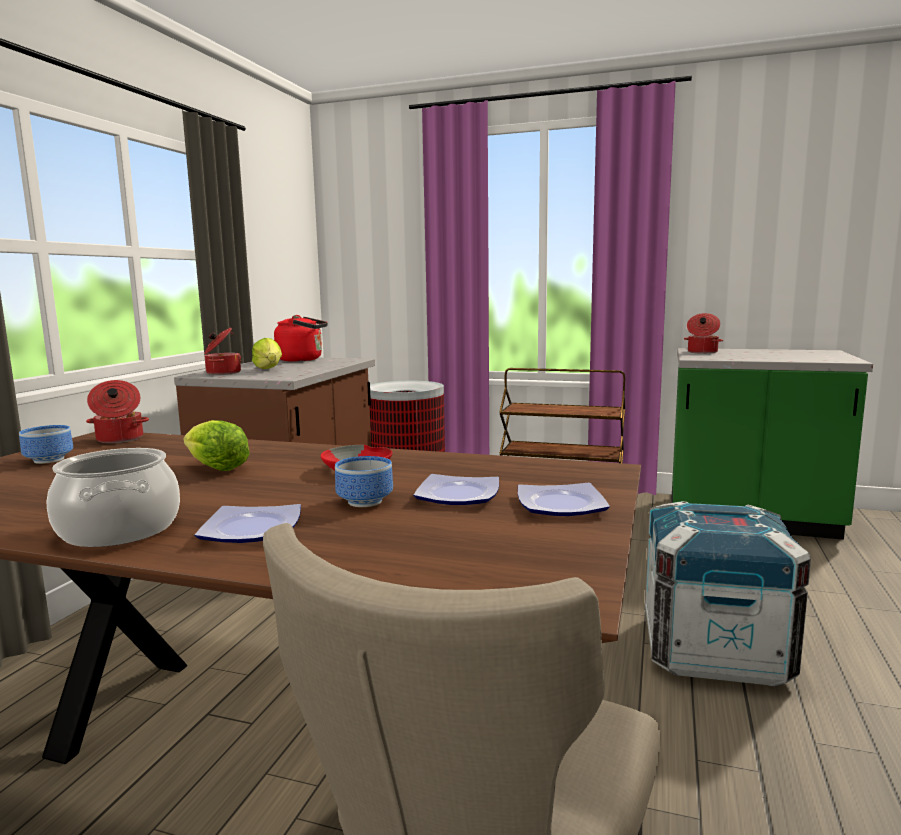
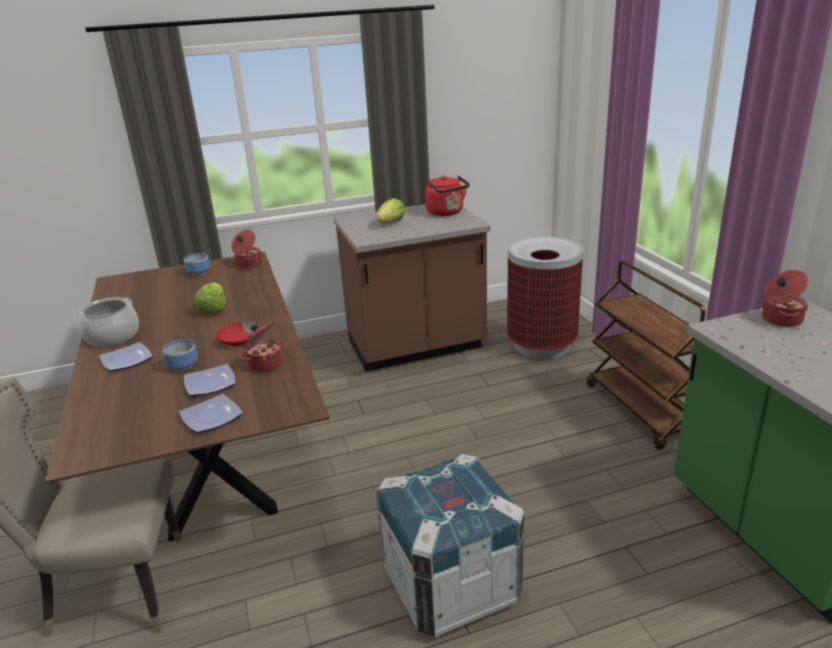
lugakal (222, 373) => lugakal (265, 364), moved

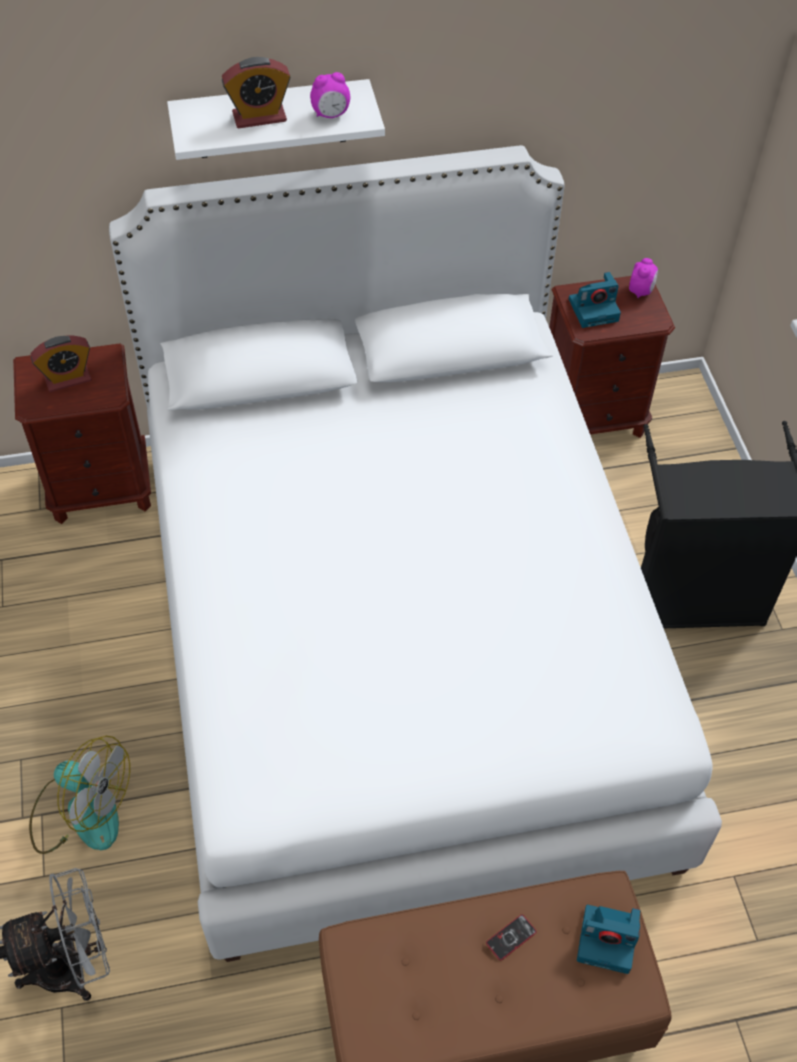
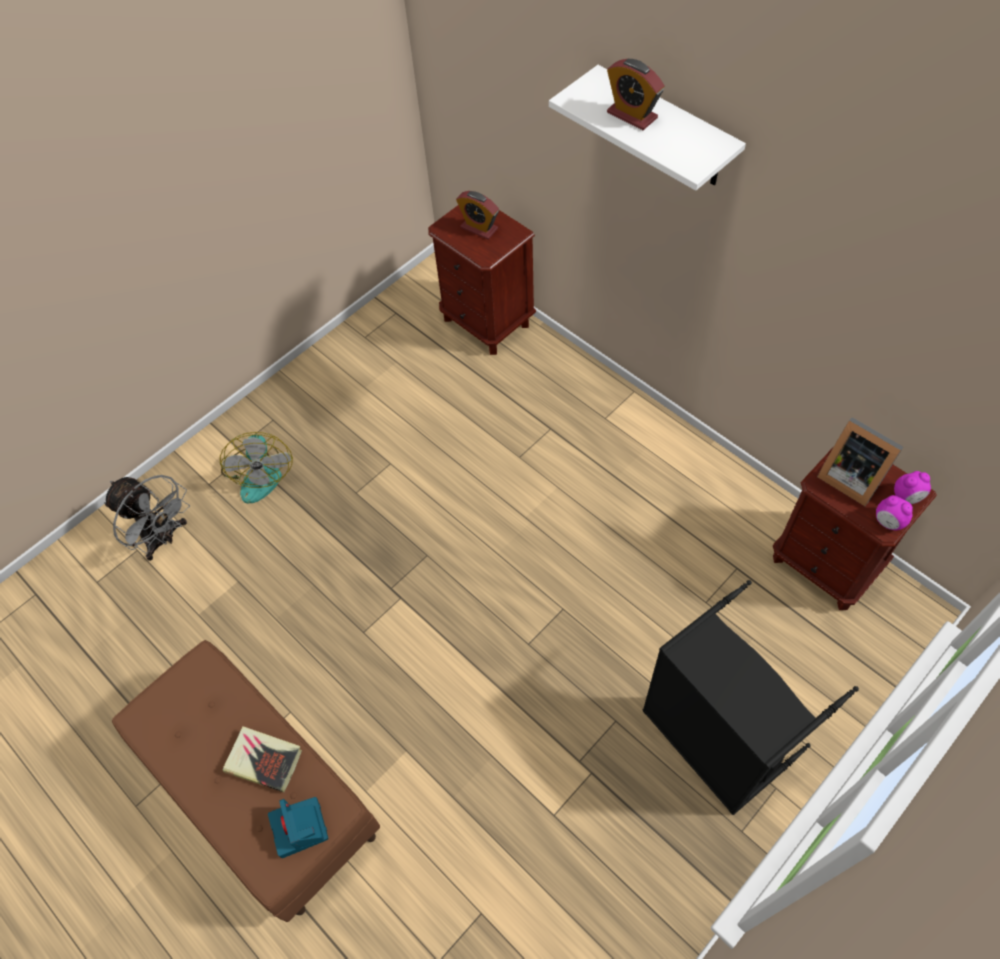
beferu (511, 937) => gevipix (264, 760)
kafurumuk (594, 309) => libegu (849, 476)
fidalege (331, 115) => fidalege (888, 522), moved
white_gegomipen (395, 640) => nothing

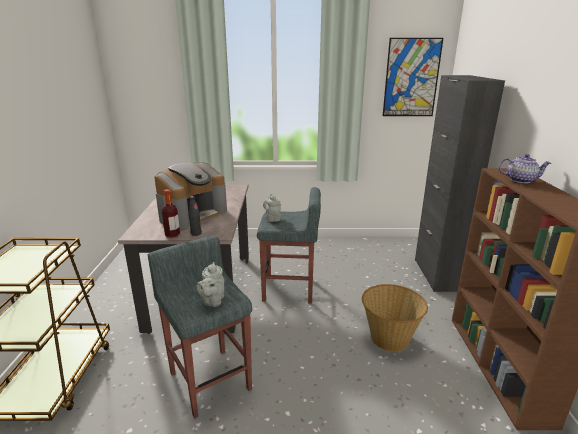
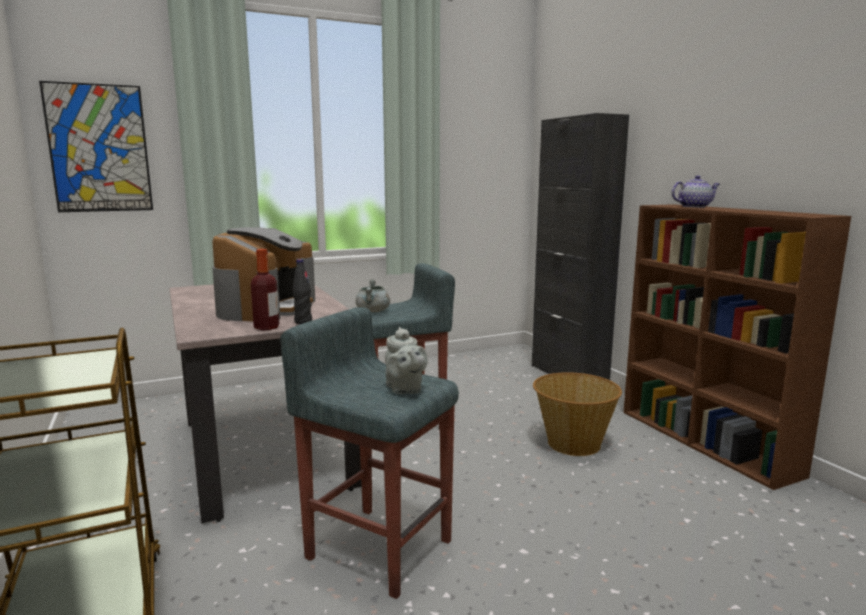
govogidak (411, 78) => govogidak (99, 148), moved
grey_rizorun (272, 218) => grey_lugakal (373, 311)

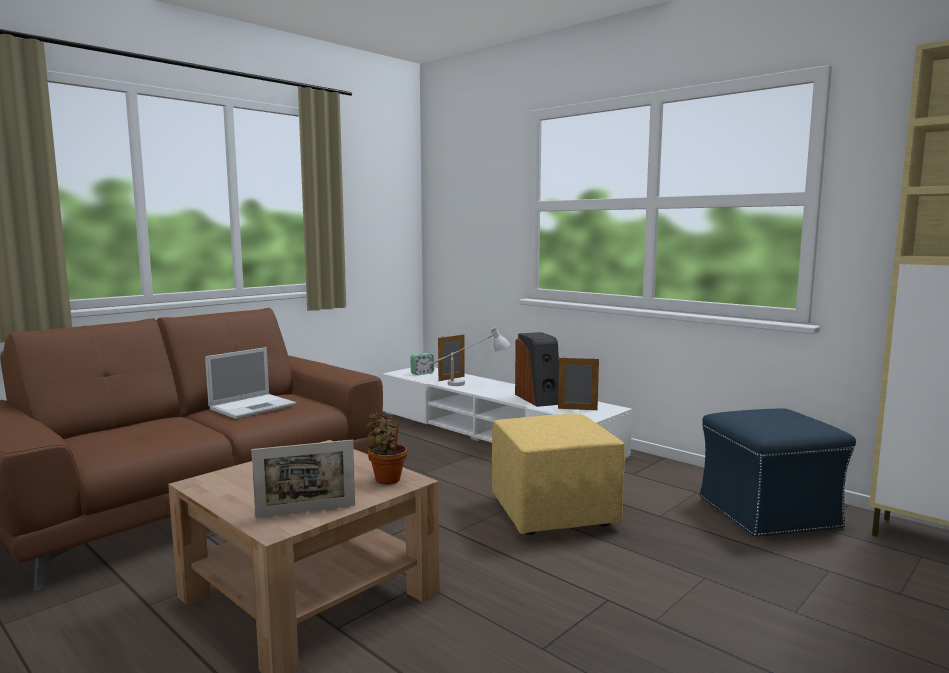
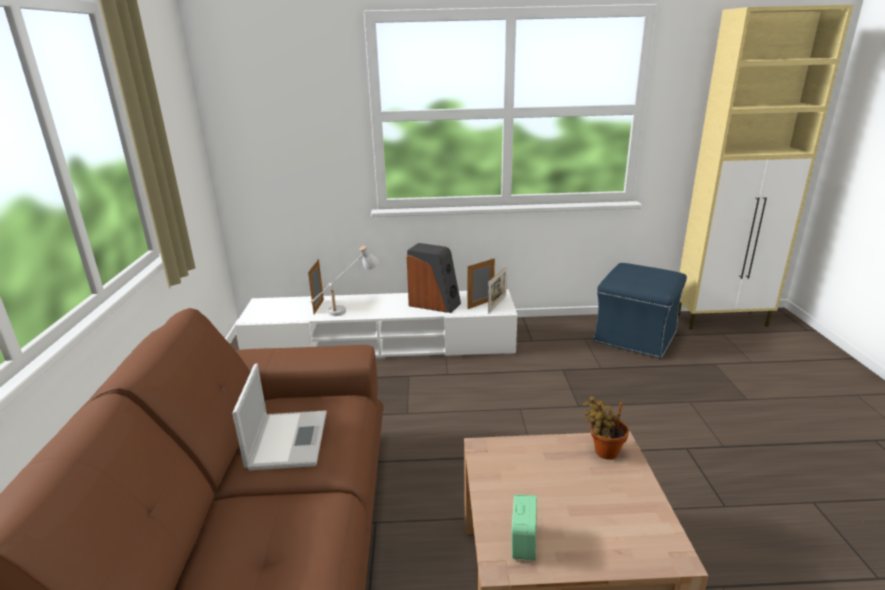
libegu (306, 511) => libegu (497, 304), moved
fidalege (422, 373) => fidalege (523, 543), moved
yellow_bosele (555, 514) => nothing

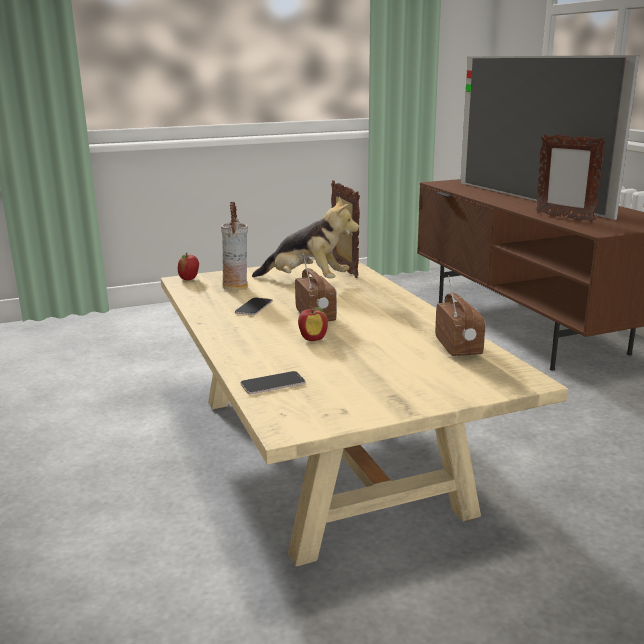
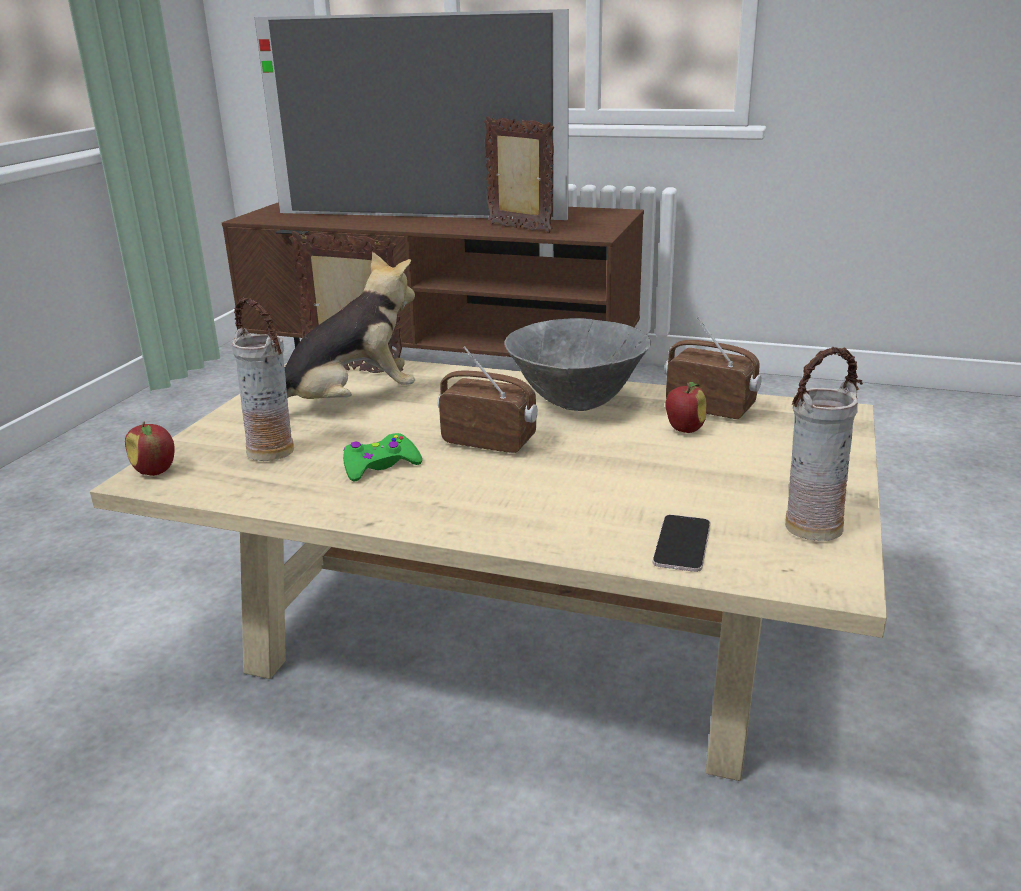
beferu (254, 307) => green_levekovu (380, 466)
libegu (563, 217) => libegu (519, 228), 135 degrees counterclockwise
nothing => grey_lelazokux (577, 403)
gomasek (313, 339) => gomasek (684, 430), moved
nothing => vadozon (811, 527)

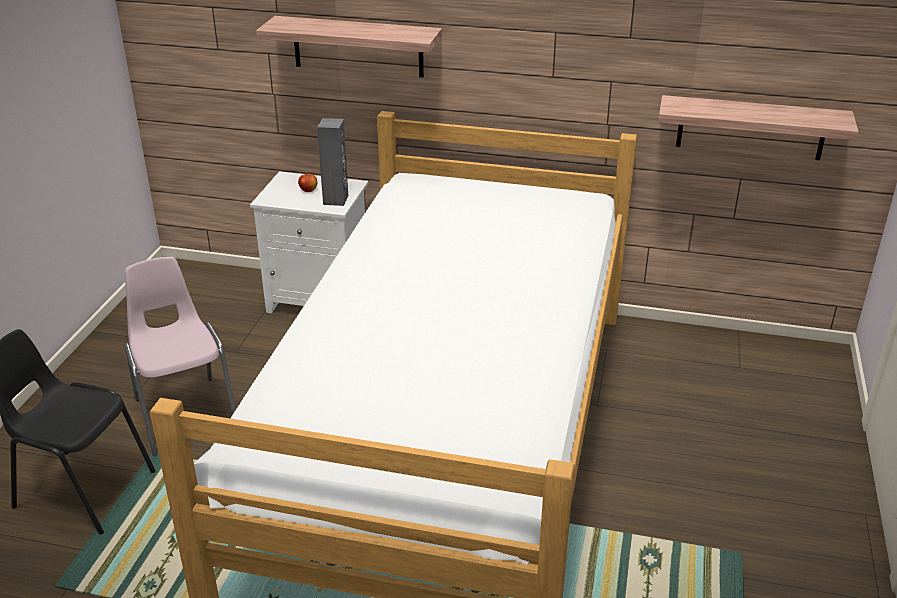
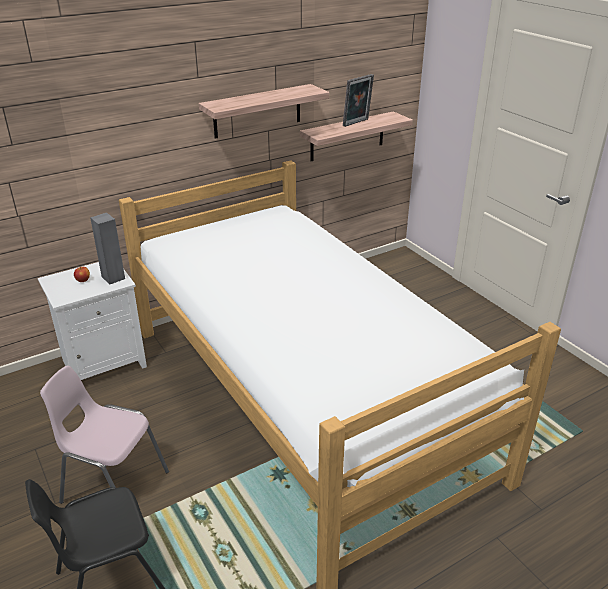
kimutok (358, 46) => kimutok (257, 111), moved
nothing => libegu (357, 123)

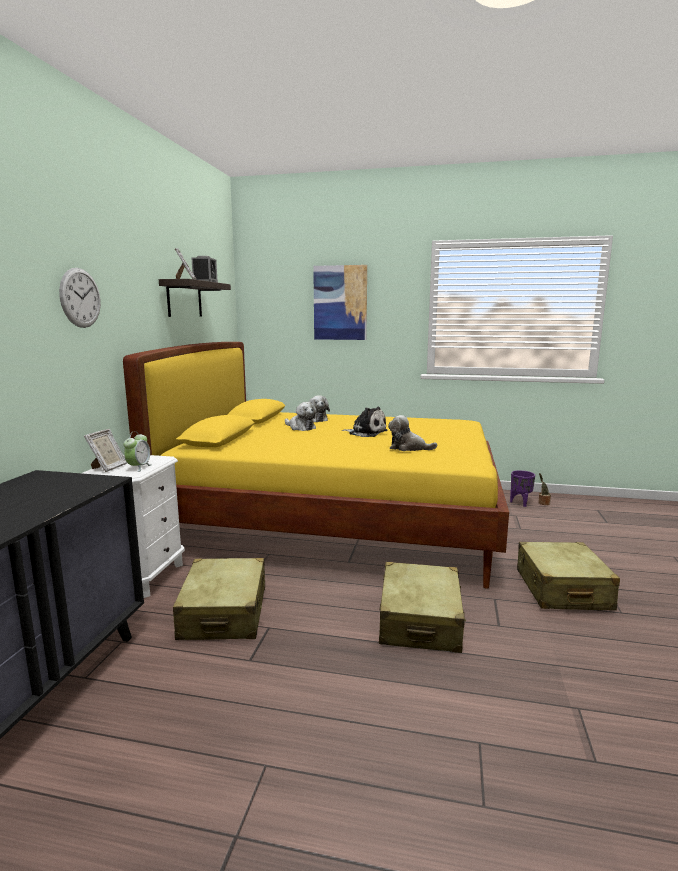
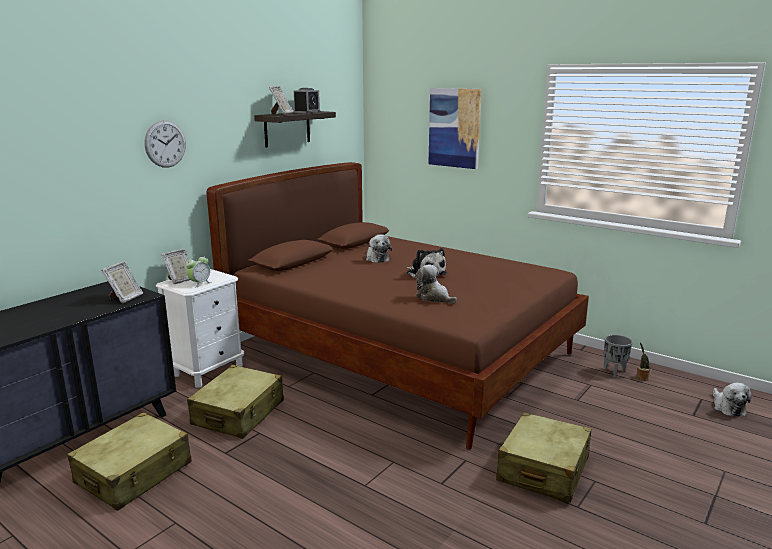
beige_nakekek (420, 621) => beige_nakekek (134, 473), moved
nothing => libegu (125, 298)
yellow_gegomipen (336, 520) => brown_gegomipen (400, 353)
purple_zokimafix (520, 503) => grey_zokimafix (614, 372)
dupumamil (315, 419) => dupumamil (727, 407), moved

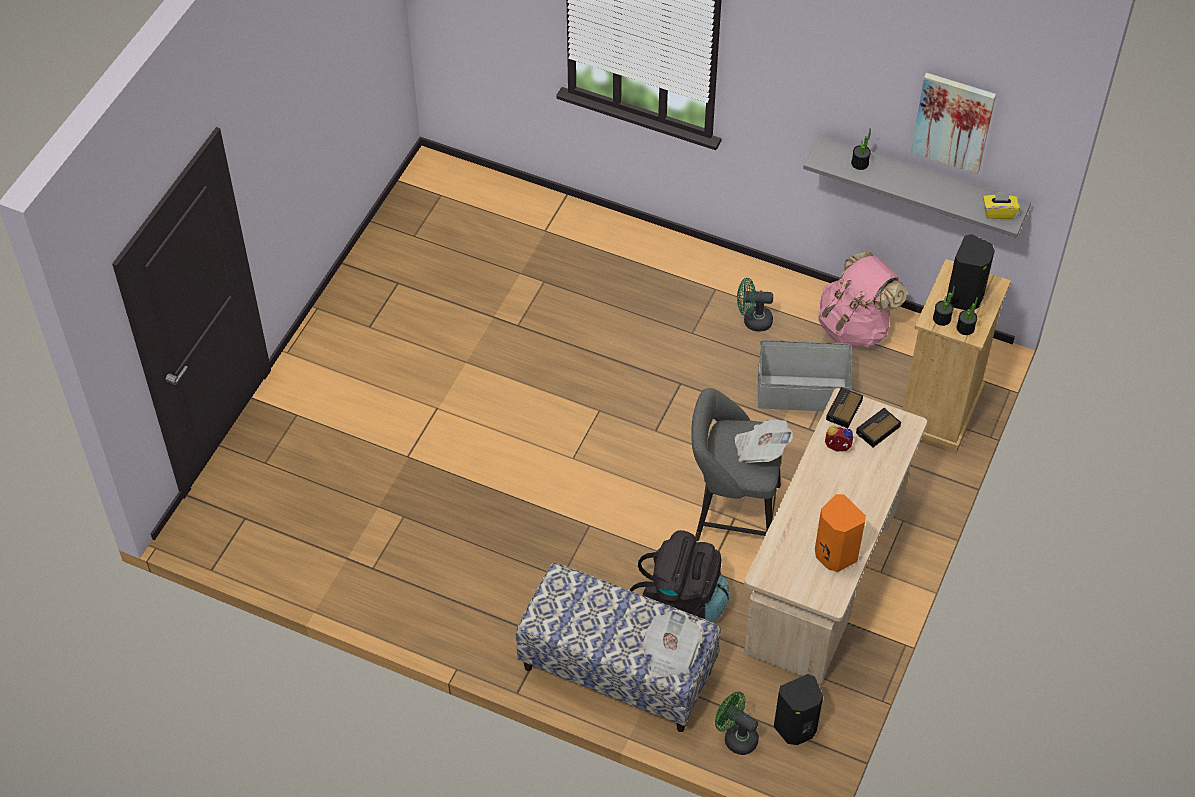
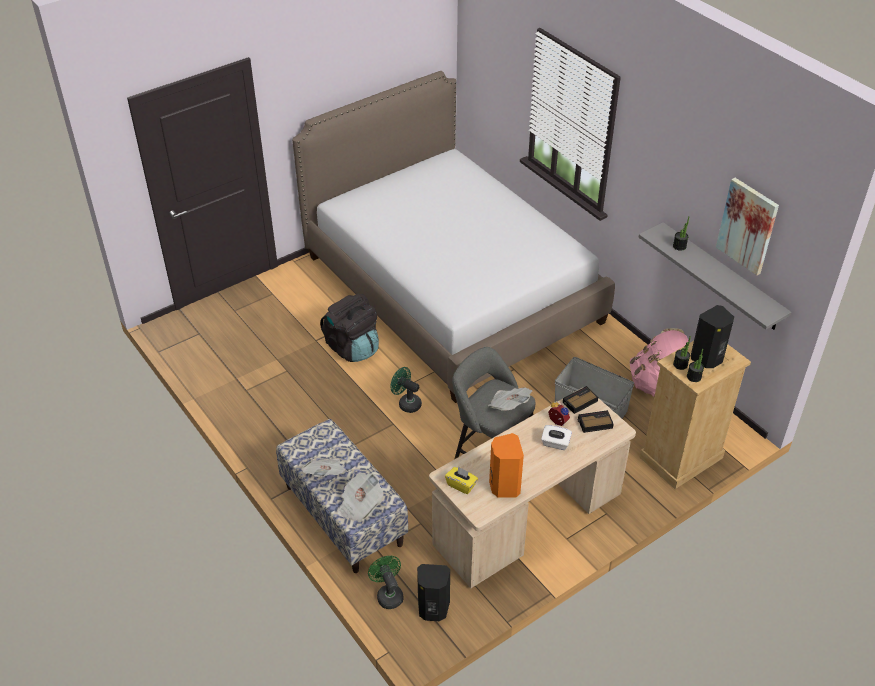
nothing => gegomipen (451, 288)
nothing => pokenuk (326, 474)
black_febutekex (681, 603) => black_febutekex (352, 347), moved
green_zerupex (752, 320) => green_zerupex (406, 403), moved
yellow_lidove (998, 212) => yellow_lidove (461, 485), moved
nothing => white_lidove (555, 443)

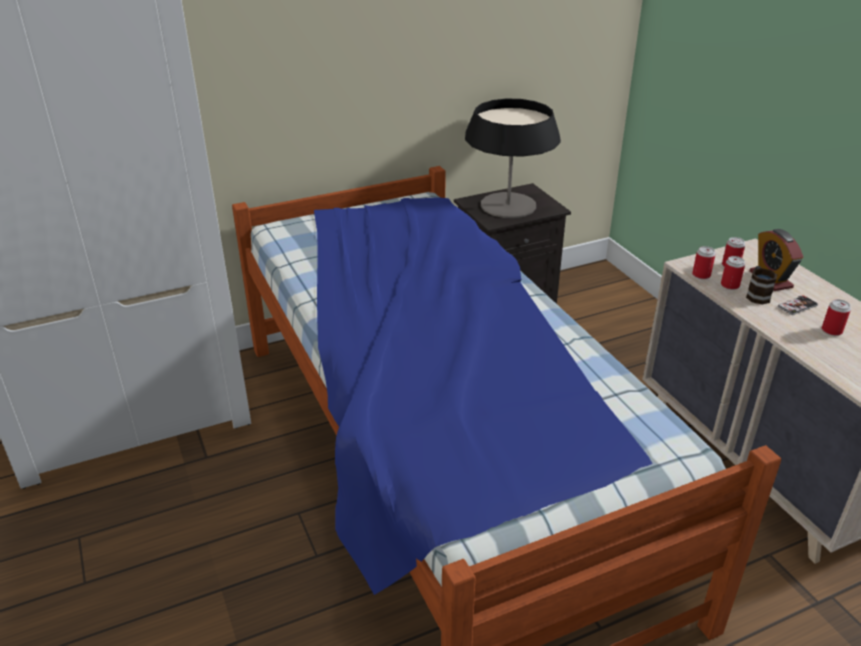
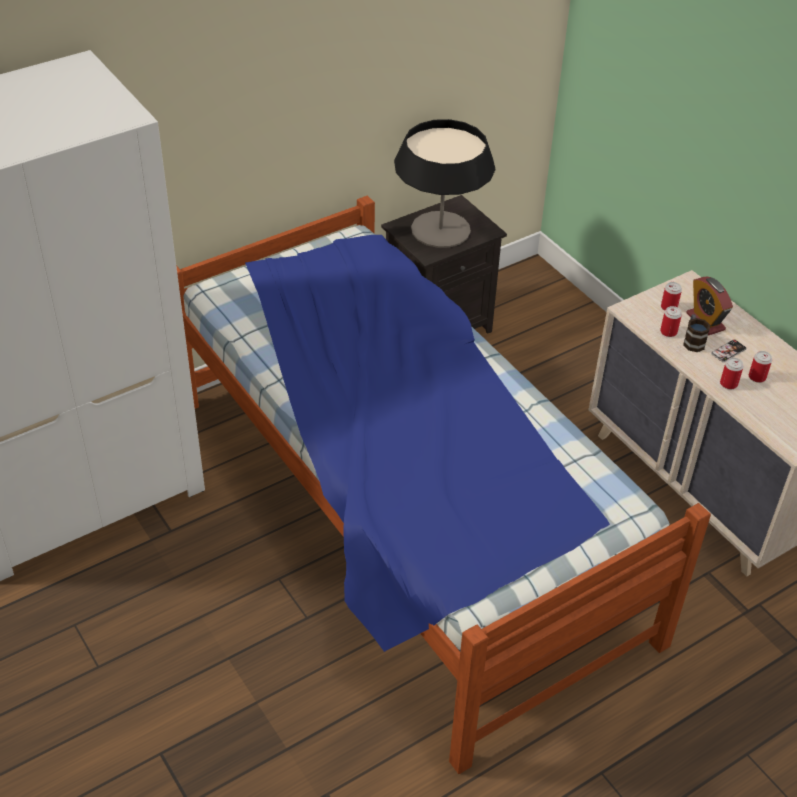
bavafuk (701, 275) => bavafuk (728, 384), moved

